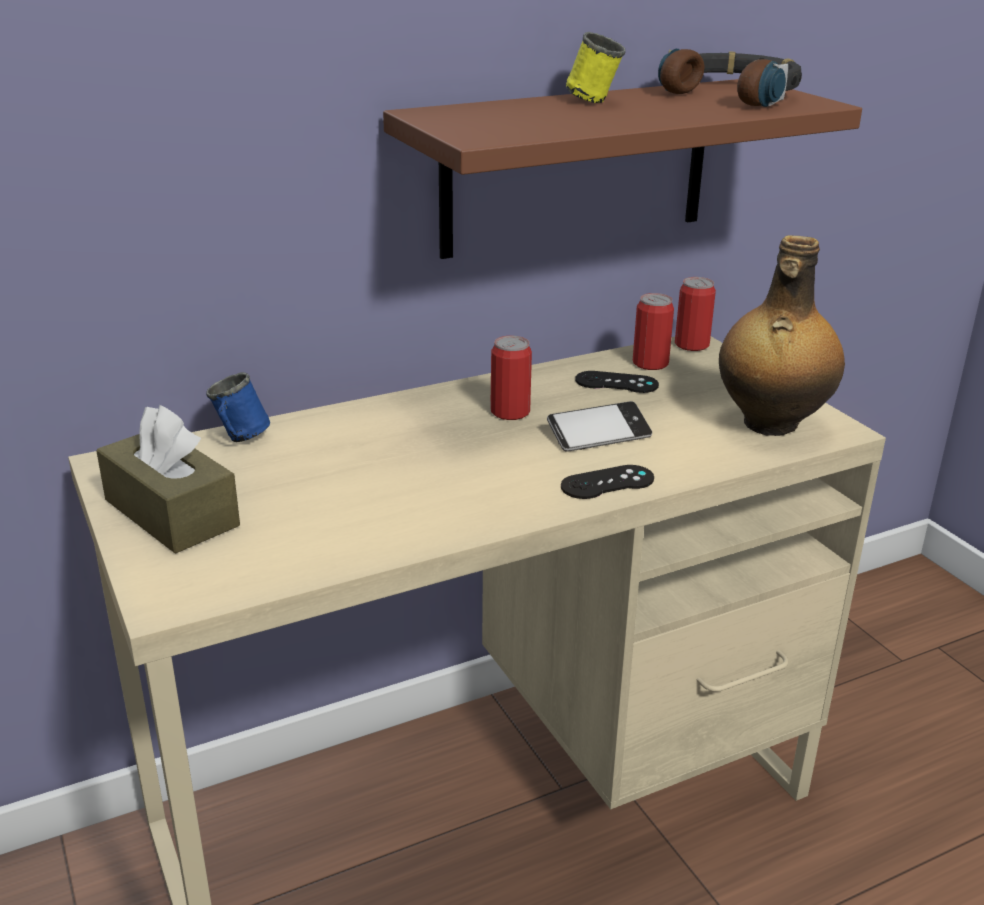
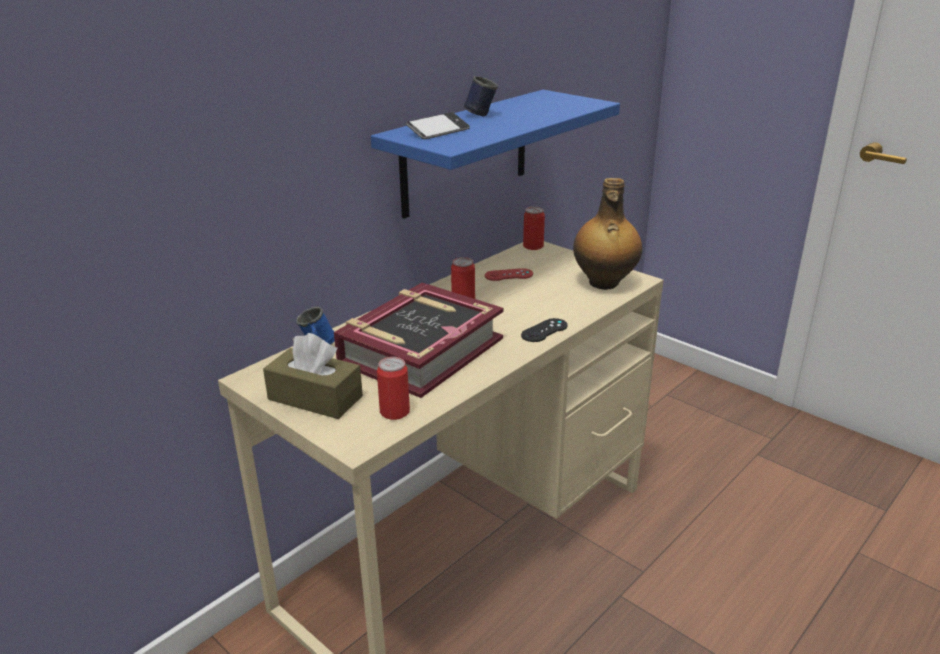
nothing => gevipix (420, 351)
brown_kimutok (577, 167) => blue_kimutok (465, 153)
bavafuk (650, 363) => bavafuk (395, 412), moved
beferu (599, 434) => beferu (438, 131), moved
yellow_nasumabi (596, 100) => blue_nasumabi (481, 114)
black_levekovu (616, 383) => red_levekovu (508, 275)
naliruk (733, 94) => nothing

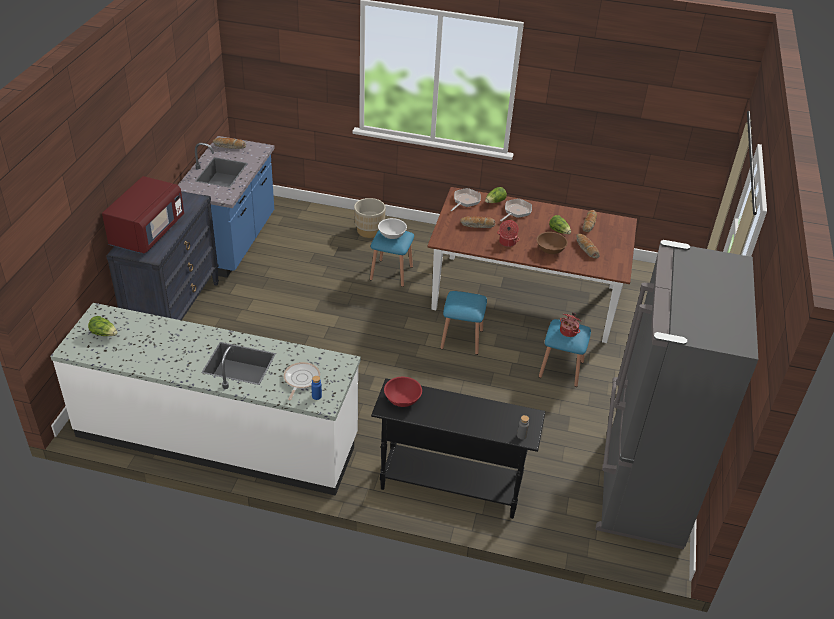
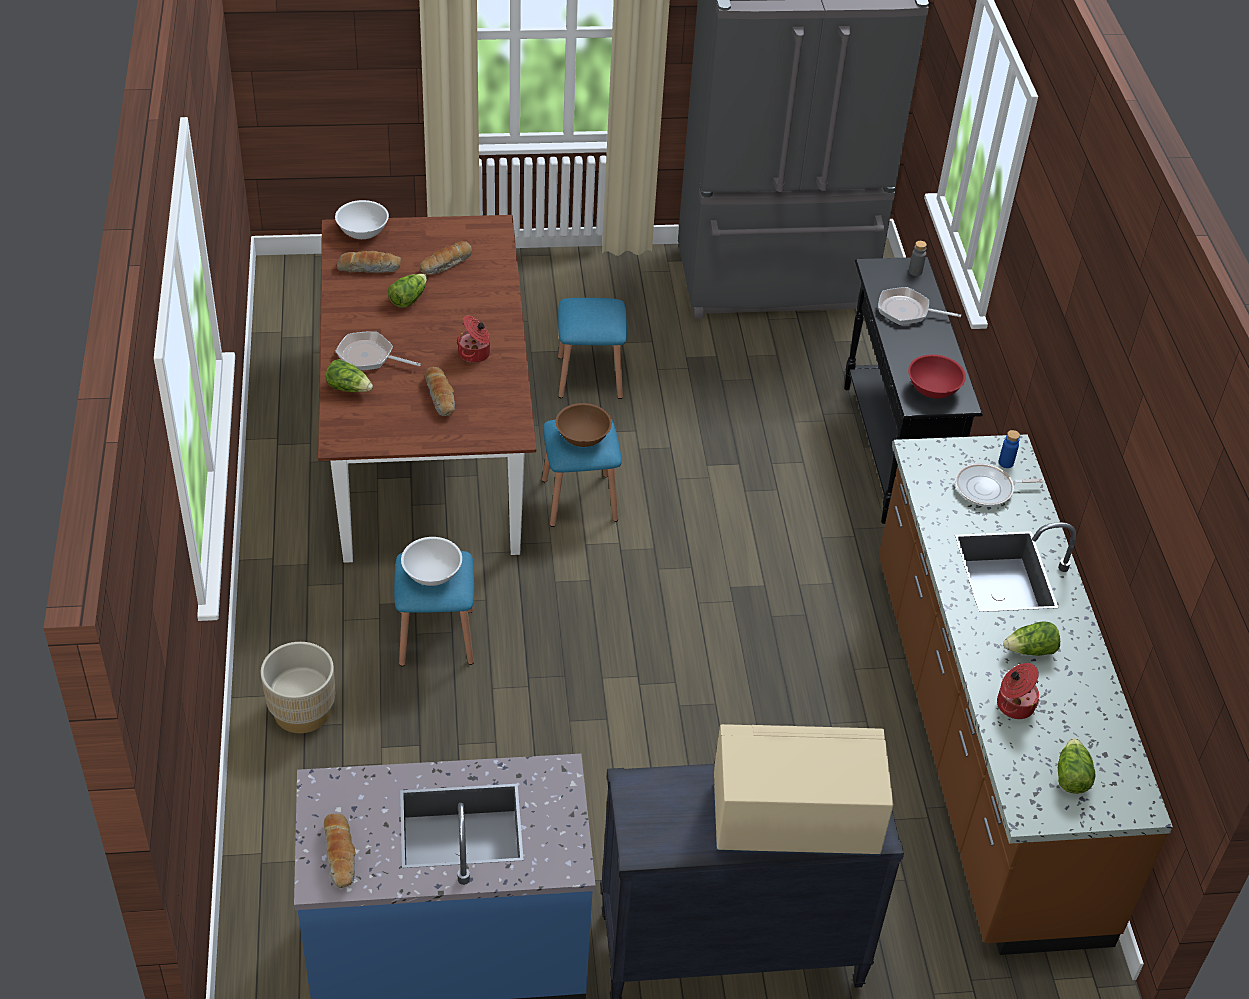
nothing => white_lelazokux (363, 231)
brown_lelazokux (550, 249) => brown_lelazokux (582, 437), moved
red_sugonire (147, 233) => beige_sugonire (794, 819)
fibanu (465, 201) => fibanu (907, 311), moved
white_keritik (218, 436) => brown_keritik (981, 742)
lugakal (569, 331) => lugakal (1014, 704), moved
nothing => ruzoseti (1030, 650)

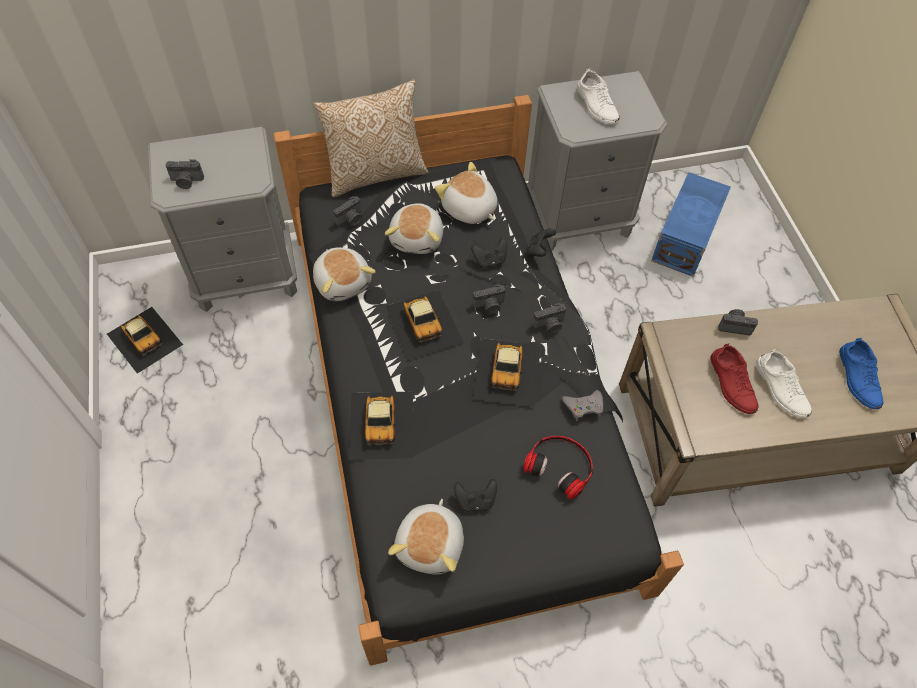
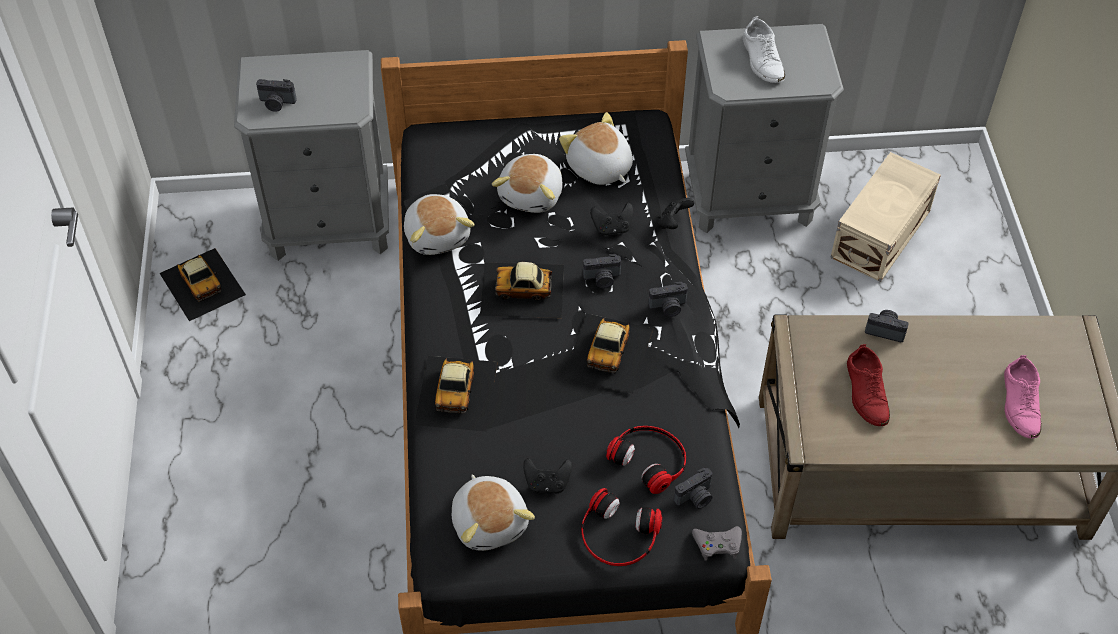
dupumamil (431, 544) => dupumamil (490, 522), 45 degrees counterclockwise
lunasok (424, 323) => lunasok (523, 290), 105 degrees clockwise
nothing => naliruk (618, 535)
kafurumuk (351, 219) => kafurumuk (695, 498), moved
grey_levekovu (584, 406) => grey_levekovu (717, 544), moved
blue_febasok (687, 237) => beige_febasok (883, 234)
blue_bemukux (858, 378) => pink_bemukux (1020, 403)
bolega (375, 173) => nothing
white_bemukux (781, 388) => nothing

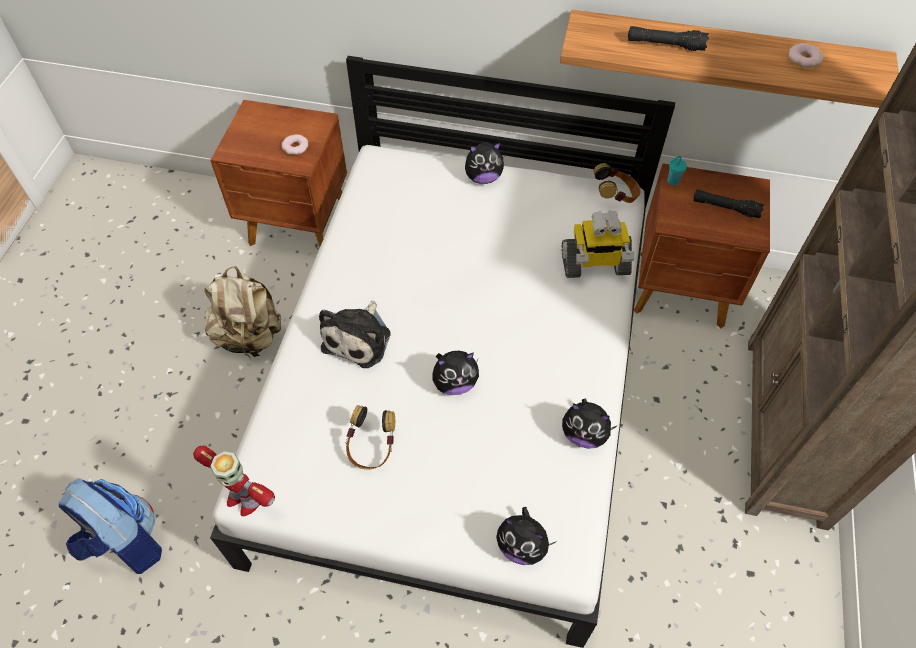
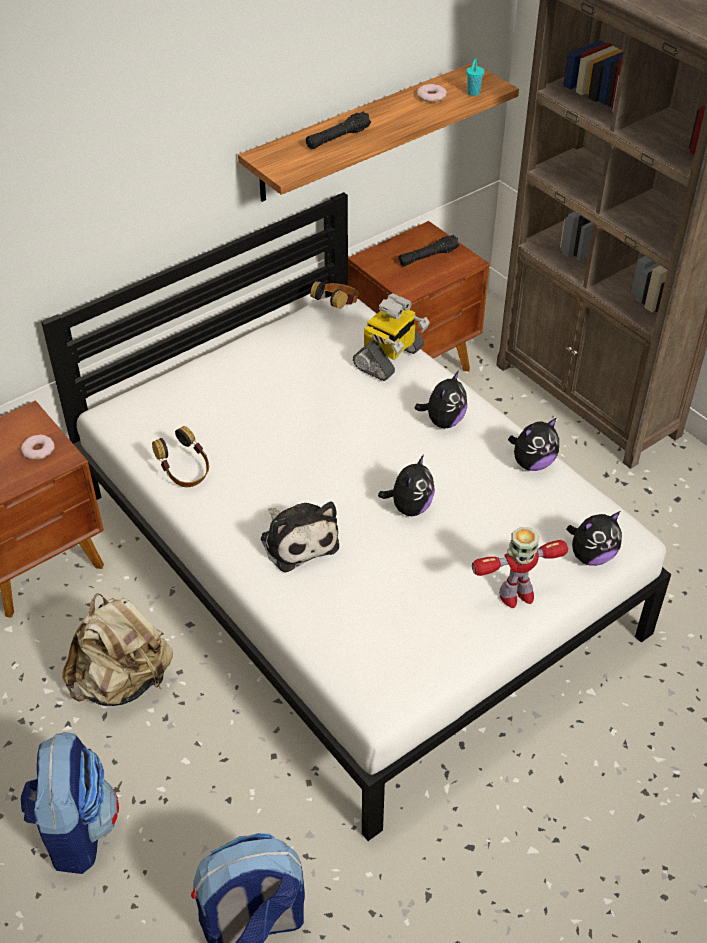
nothing => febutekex (76, 829)
naliruk (371, 448) => naliruk (185, 473), moved
dupumamil (483, 177) => dupumamil (443, 421), moved
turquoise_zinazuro (672, 181) => turquoise_zinazuro (473, 93), moved
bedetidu (243, 499) => bedetidu (515, 595), moved

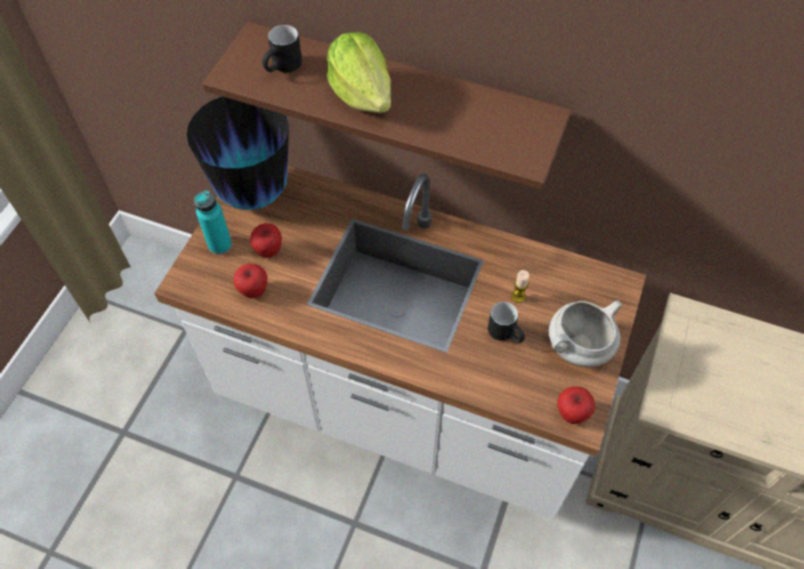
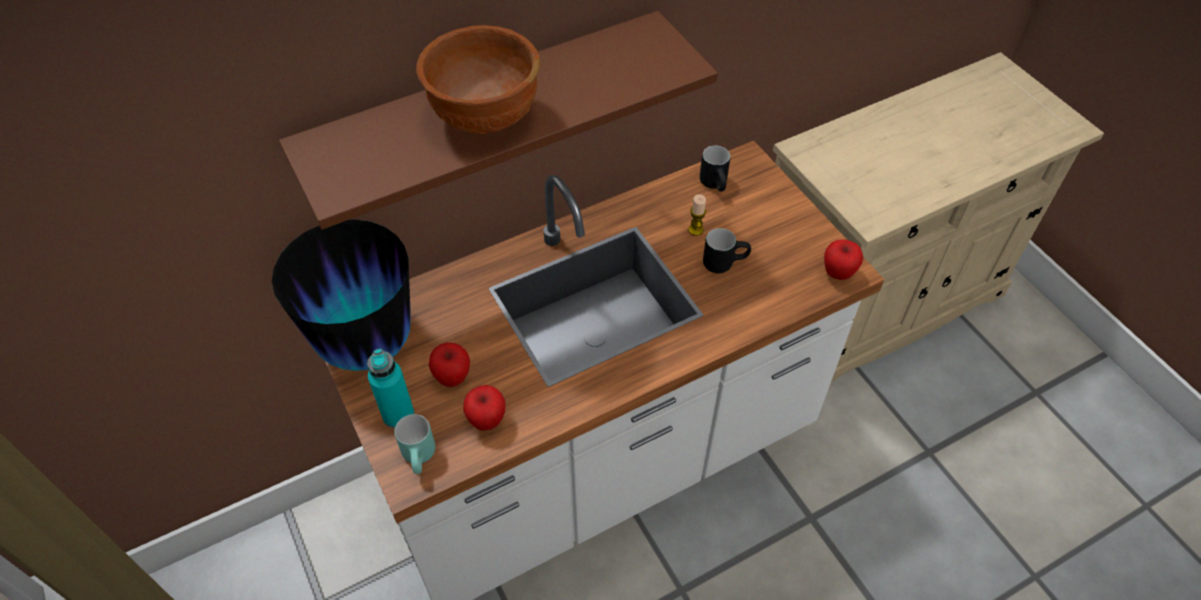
nothing => turquoise_nasumabi (421, 457)
ruzoseti (361, 94) => brown_lelazokux (484, 117)
black_nasumabi (284, 69) => black_nasumabi (716, 184), moved
white_lugakal (578, 347) => nothing

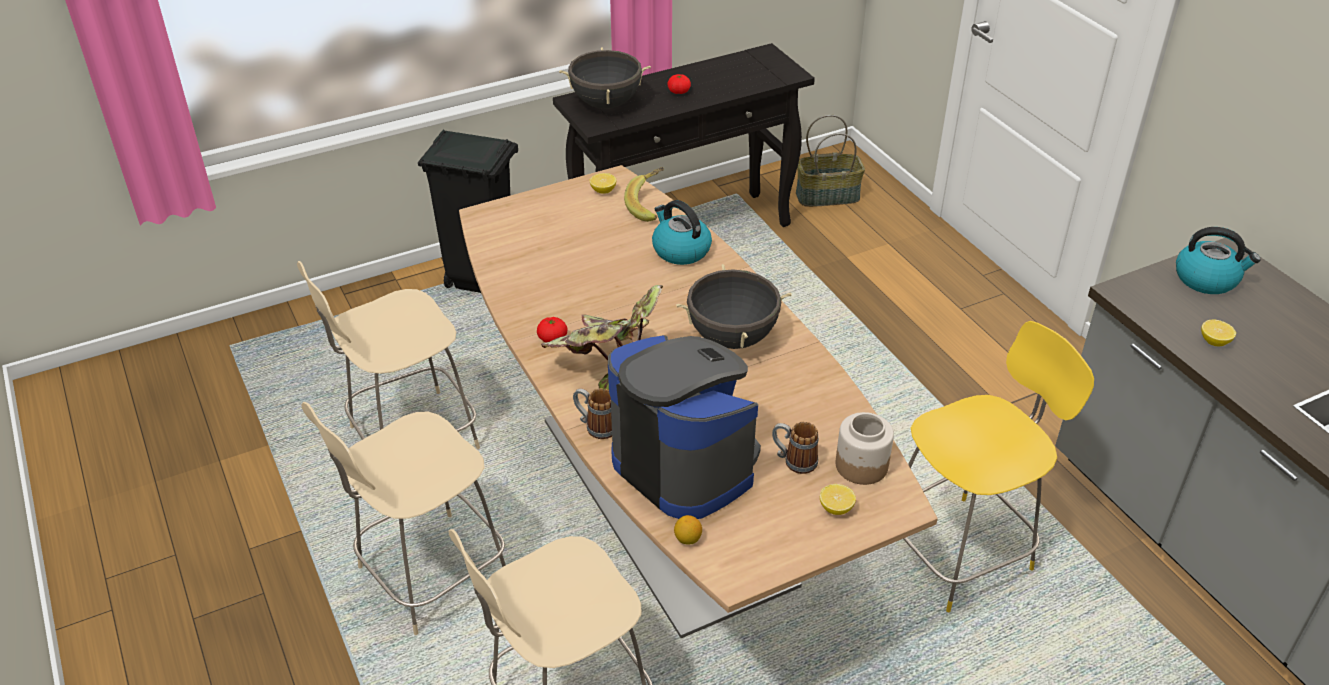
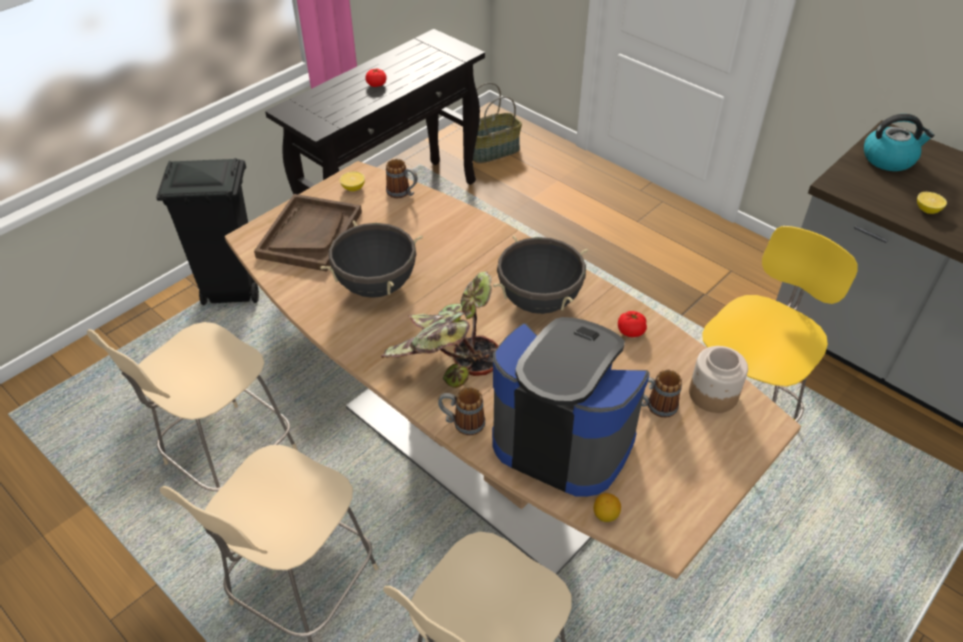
nothing => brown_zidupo (310, 234)
black_lugakal (606, 103) => black_lugakal (376, 285), moved
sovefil (650, 206) => nasumabi (402, 193)
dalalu (552, 338) => dalalu (631, 331), moved
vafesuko (680, 250) => nothing
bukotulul (836, 508) => nothing

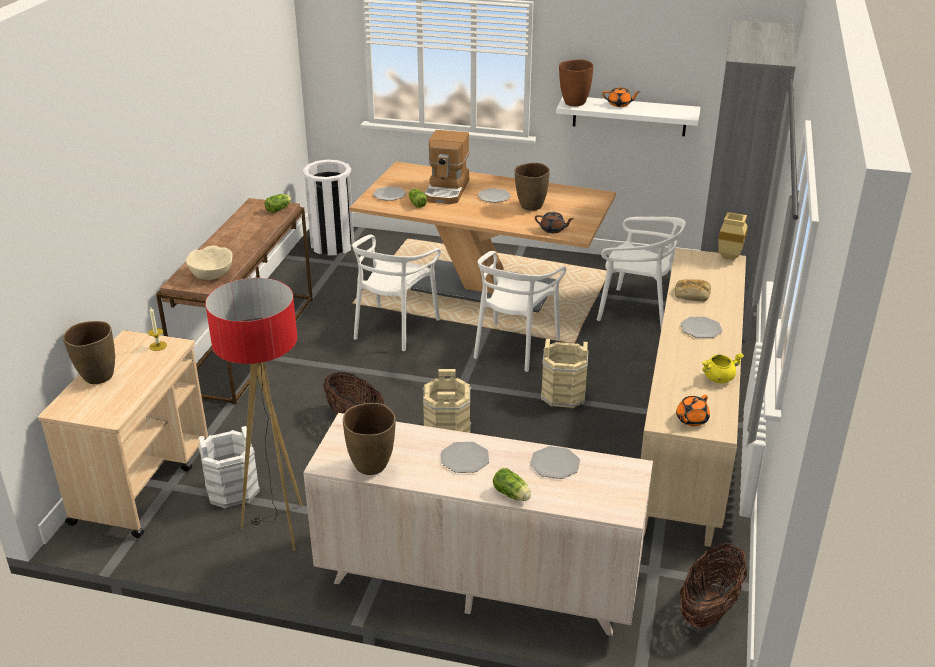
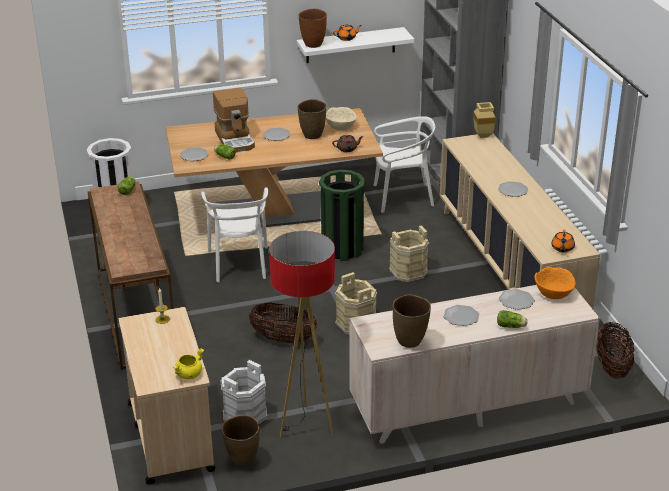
yellow_lugakal (718, 378) => yellow_lugakal (189, 374), moved
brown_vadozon (97, 377) => brown_vadozon (243, 460), moved
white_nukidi (514, 346) => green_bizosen (342, 249)
beige_lelazokux (212, 274) => beige_lelazokux (340, 126), moved
nothing => orange_lelazokux (554, 292)
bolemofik (691, 294) => nothing

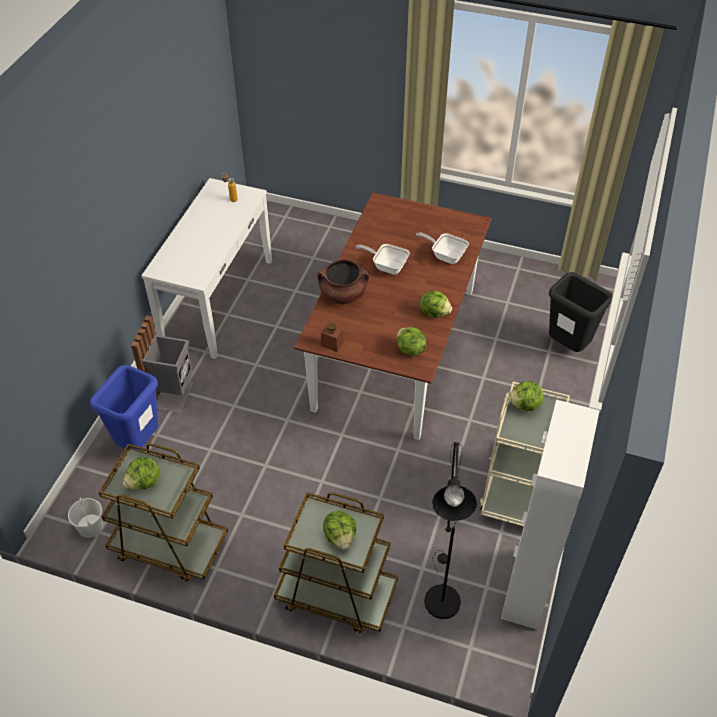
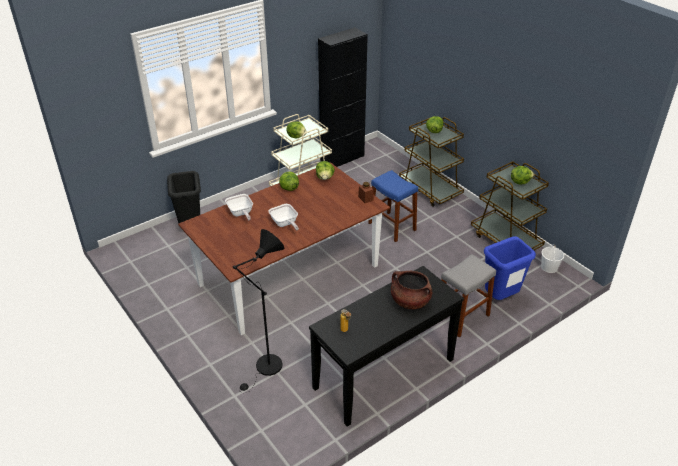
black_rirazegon (441, 595) => black_rirazegon (266, 369), moved
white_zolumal (217, 300) => black_zolumal (384, 374)
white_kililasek (526, 588) => black_kililasek (342, 158)
nothing => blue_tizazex (392, 226)
brown_lugakal (343, 294) => brown_lugakal (410, 301), moved
grey_bizosen (173, 395) => grey_tizazex (462, 317)

